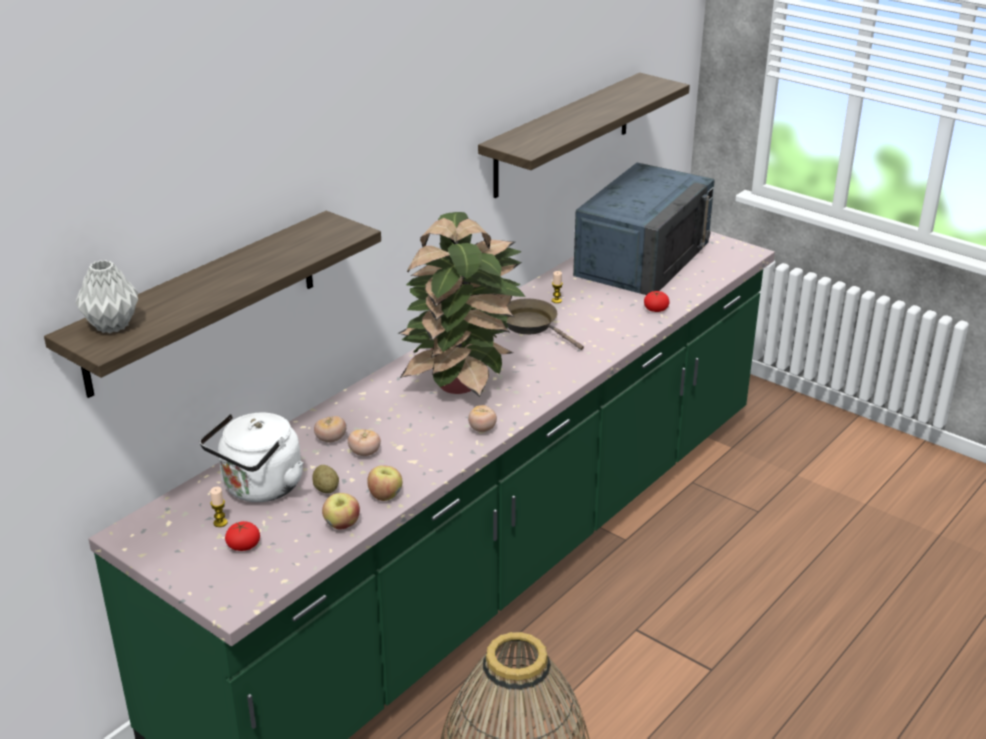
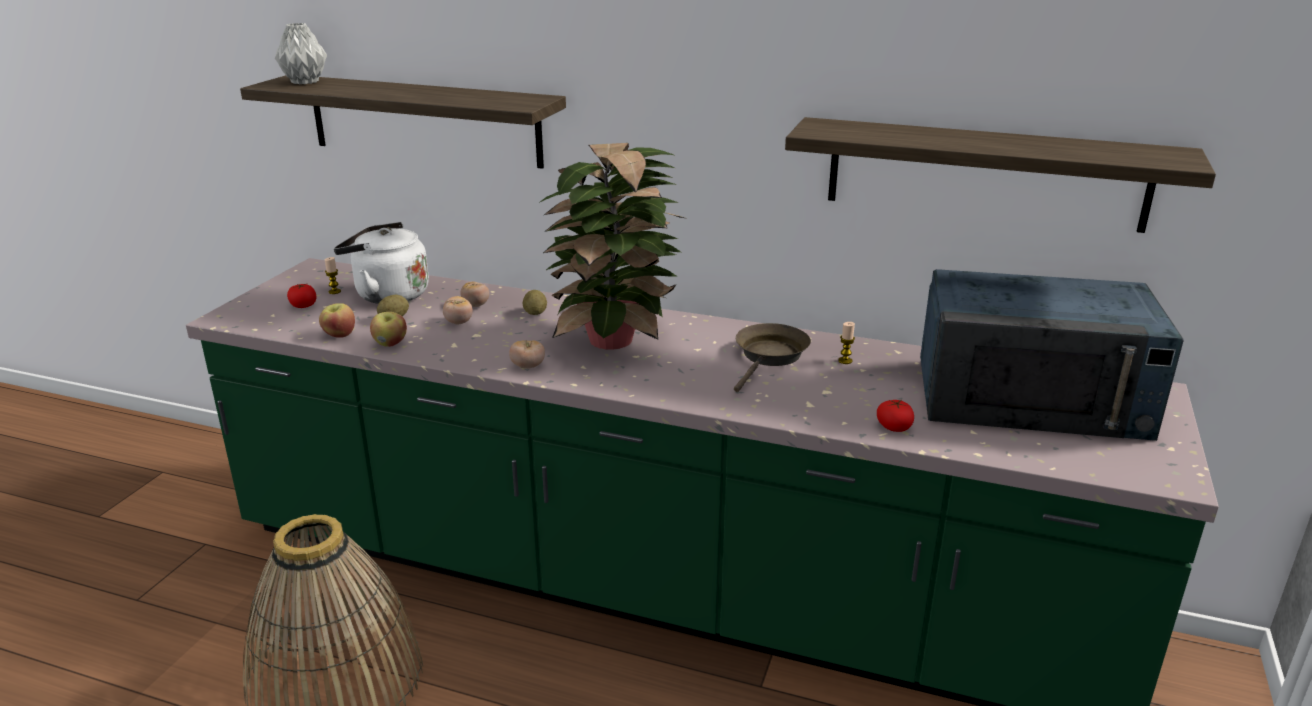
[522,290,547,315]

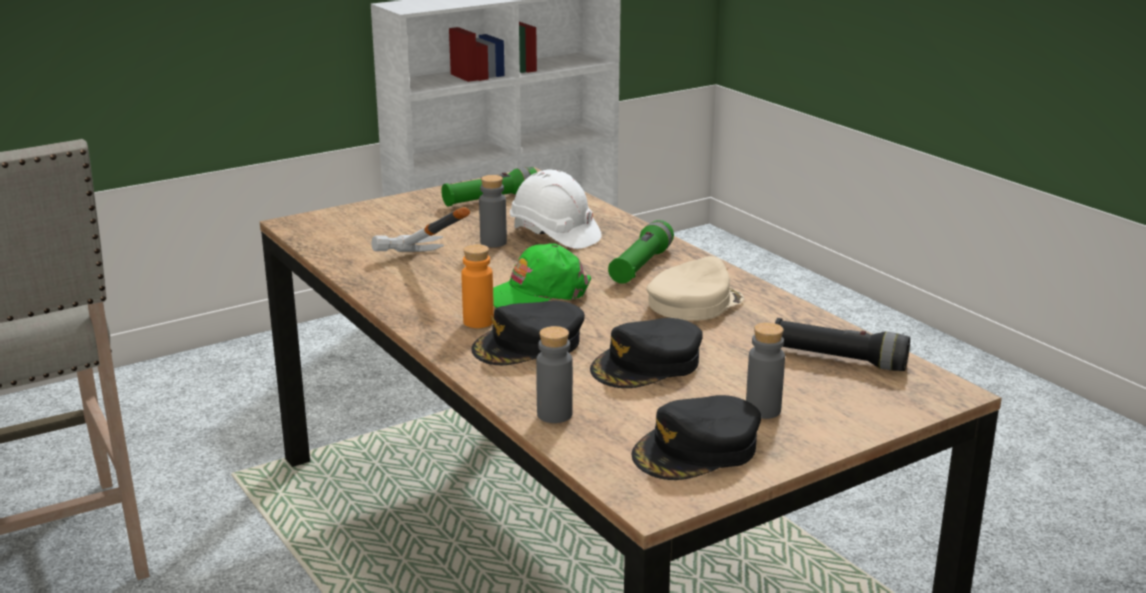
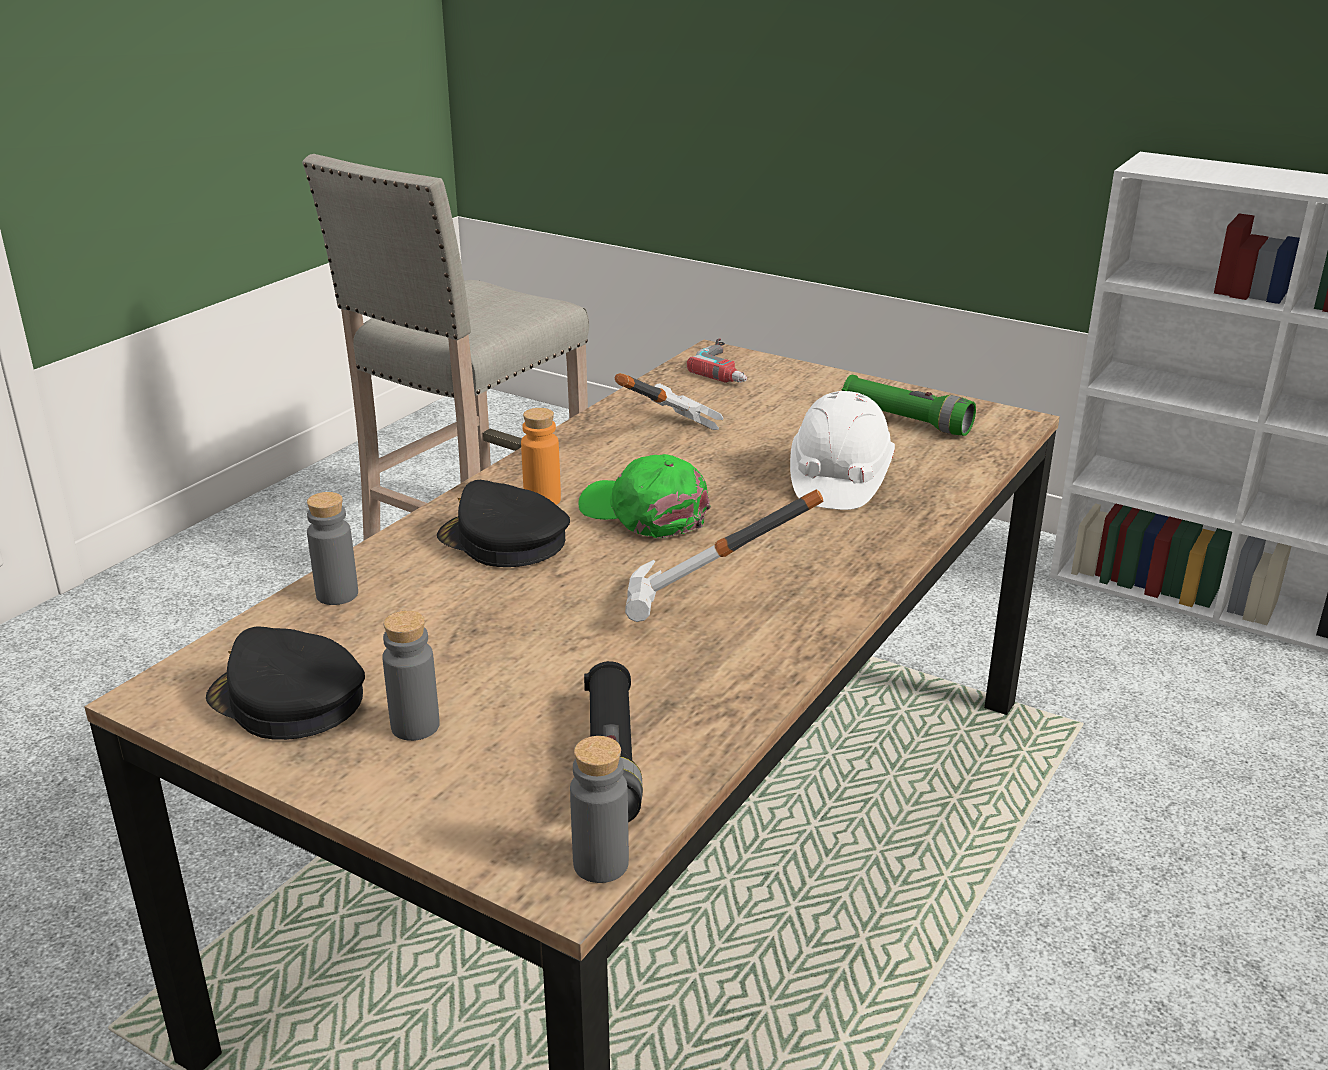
[570,736,629,883]
[625,489,823,622]
[687,339,747,383]
[590,318,703,388] (first image)
[608,220,674,284] (first image)

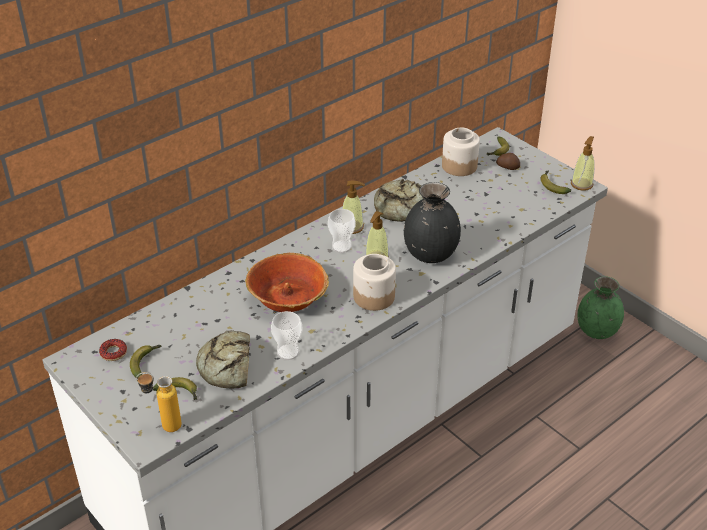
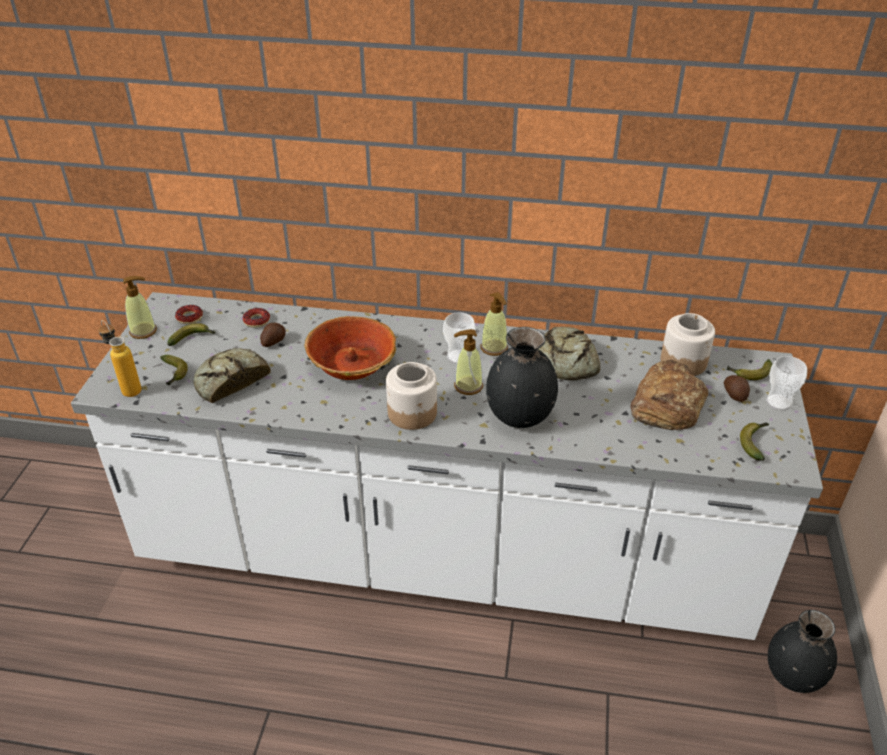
[123,276,157,339]
[243,308,270,328]
[260,323,286,347]
[630,360,708,430]
[766,356,807,410]
[768,610,837,693]

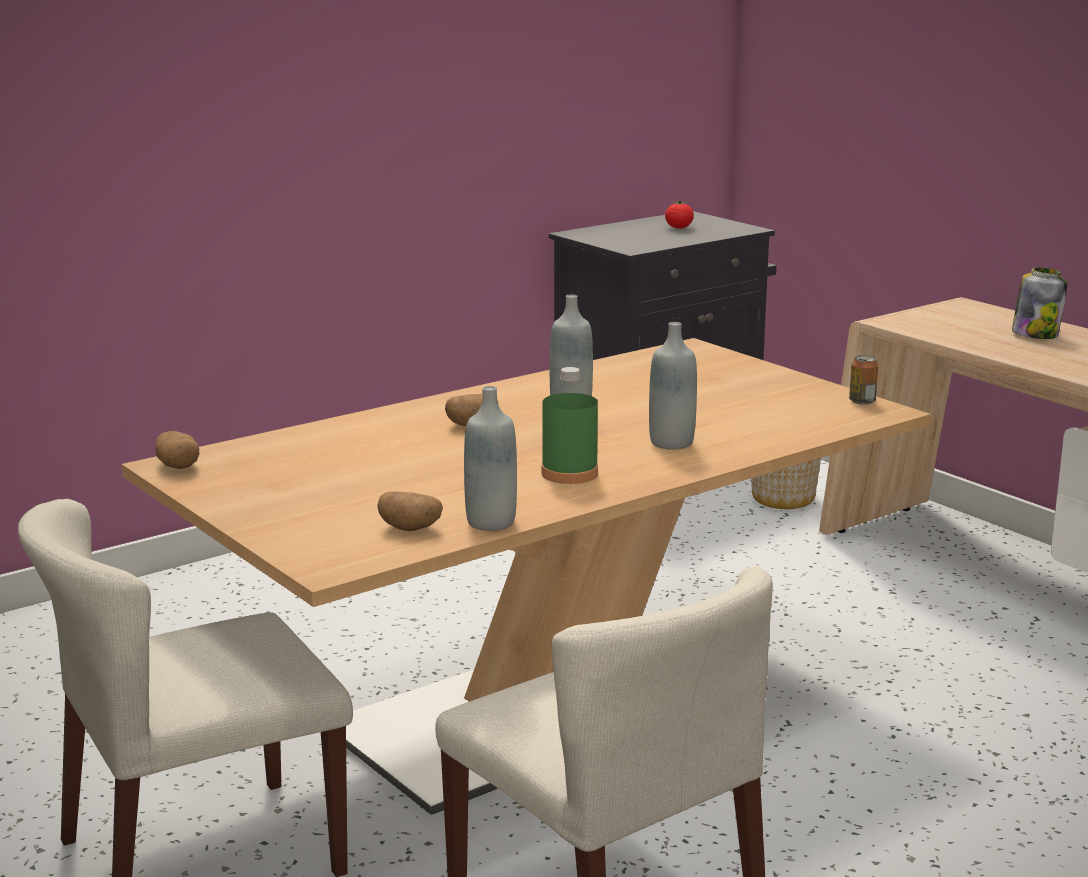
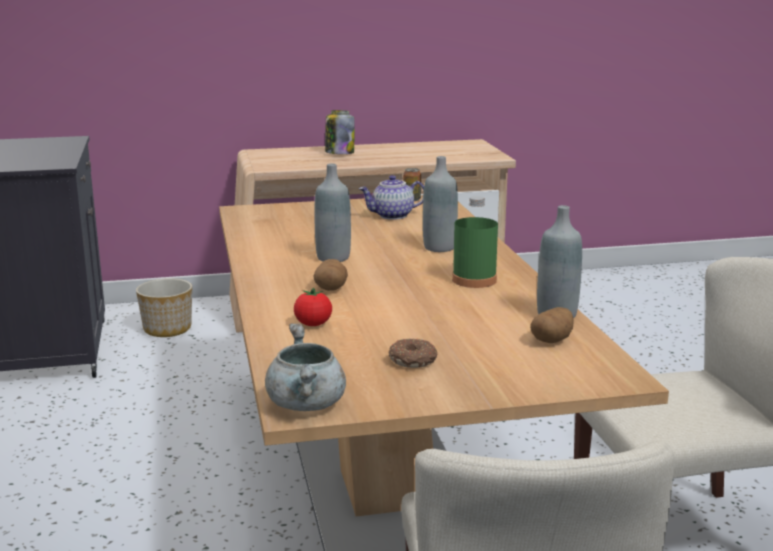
[265,323,346,411]
[294,287,332,326]
[359,175,424,220]
[389,338,437,368]

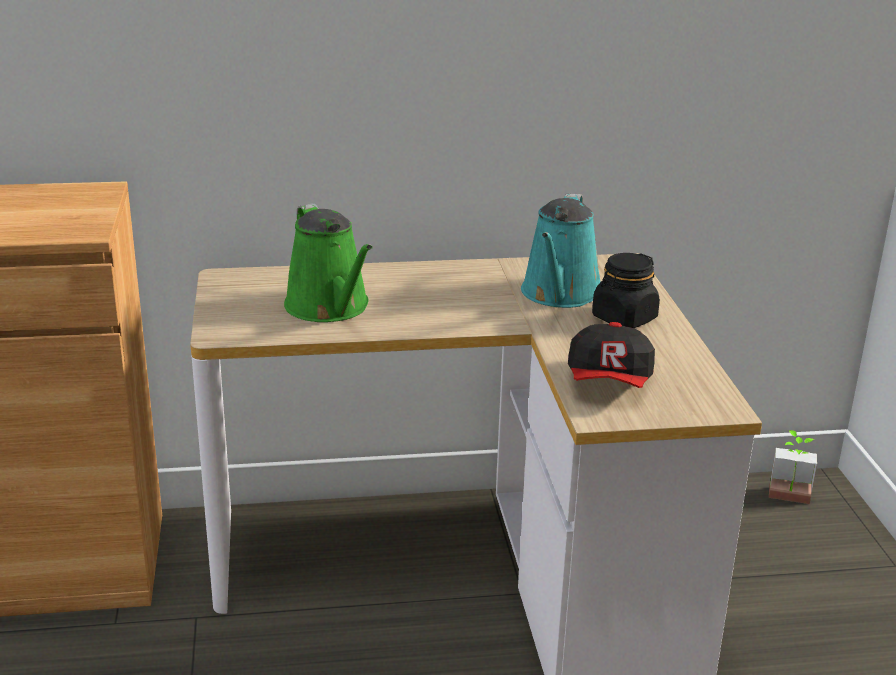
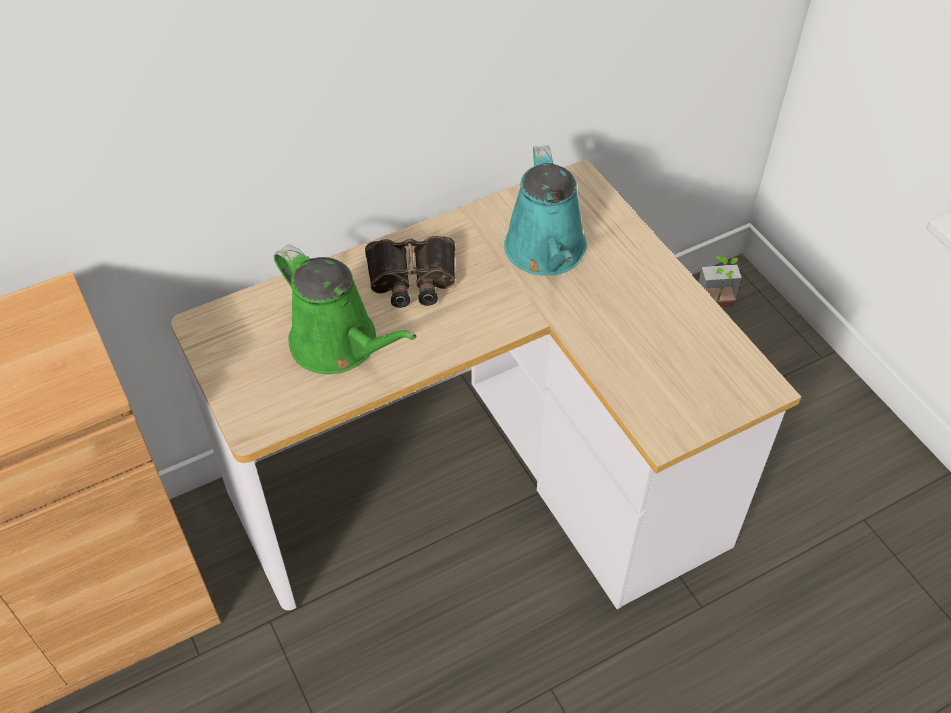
[365,236,455,308]
[568,322,655,388] (first image)
[592,253,660,328] (first image)

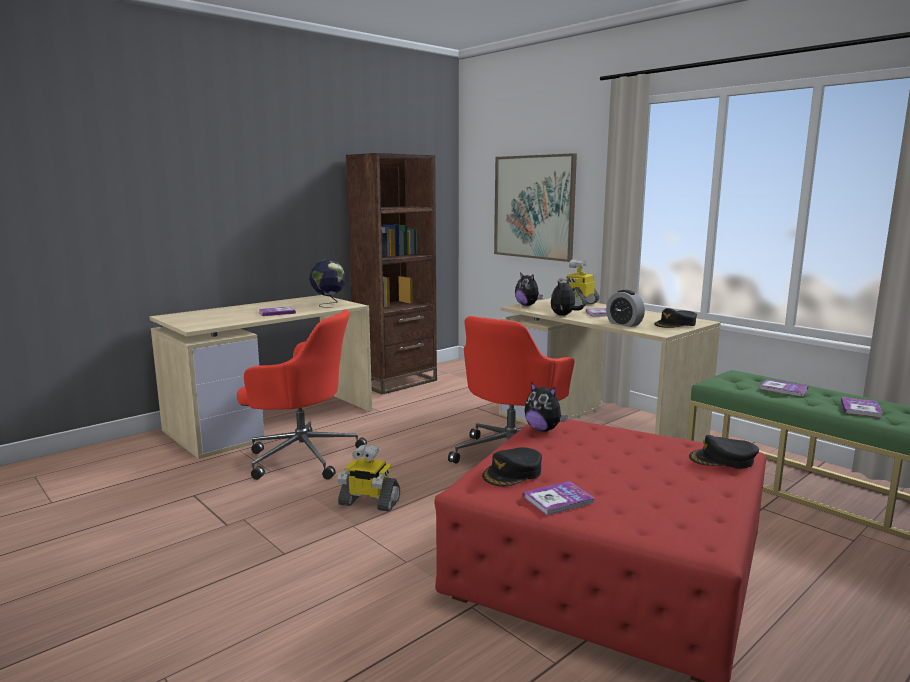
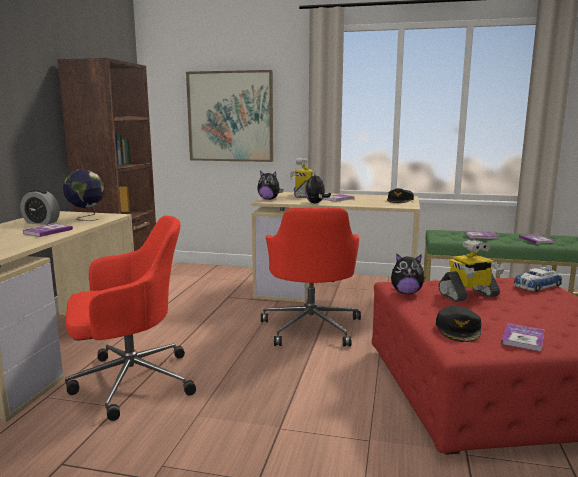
[20,189,60,225]
[438,239,504,302]
[514,267,562,292]

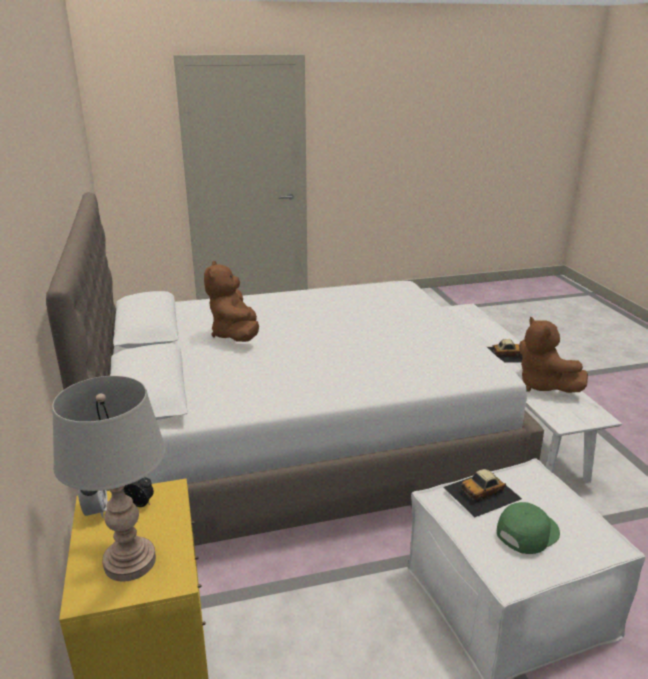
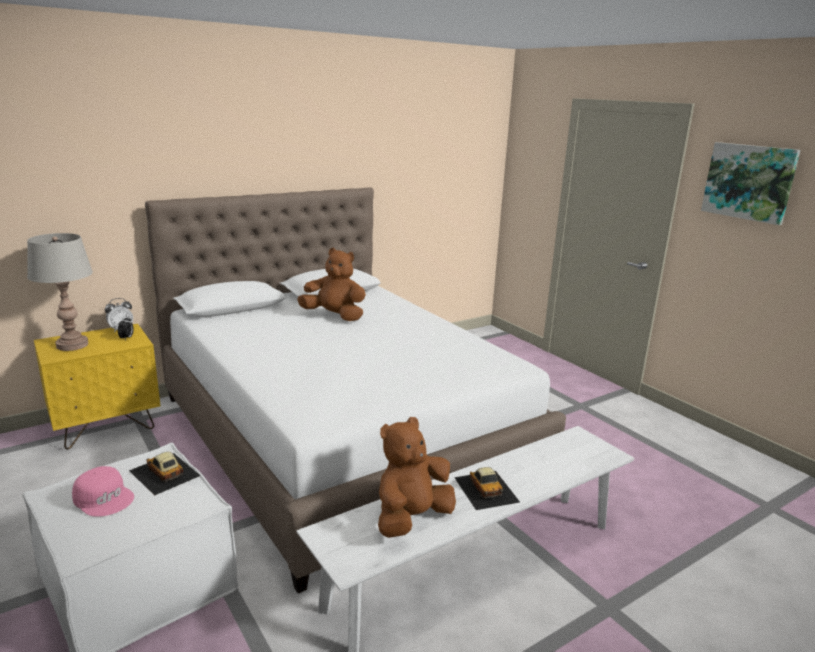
[72,466,134,517]
[297,248,366,321]
[701,142,801,225]

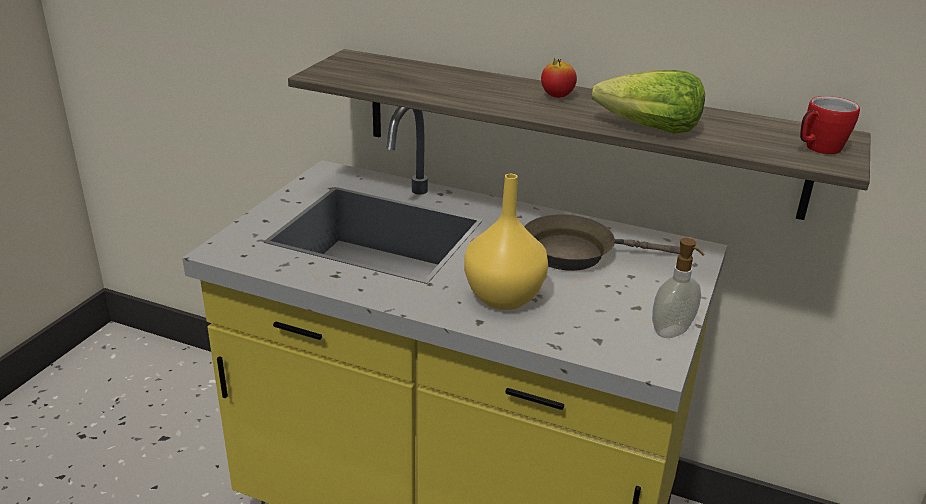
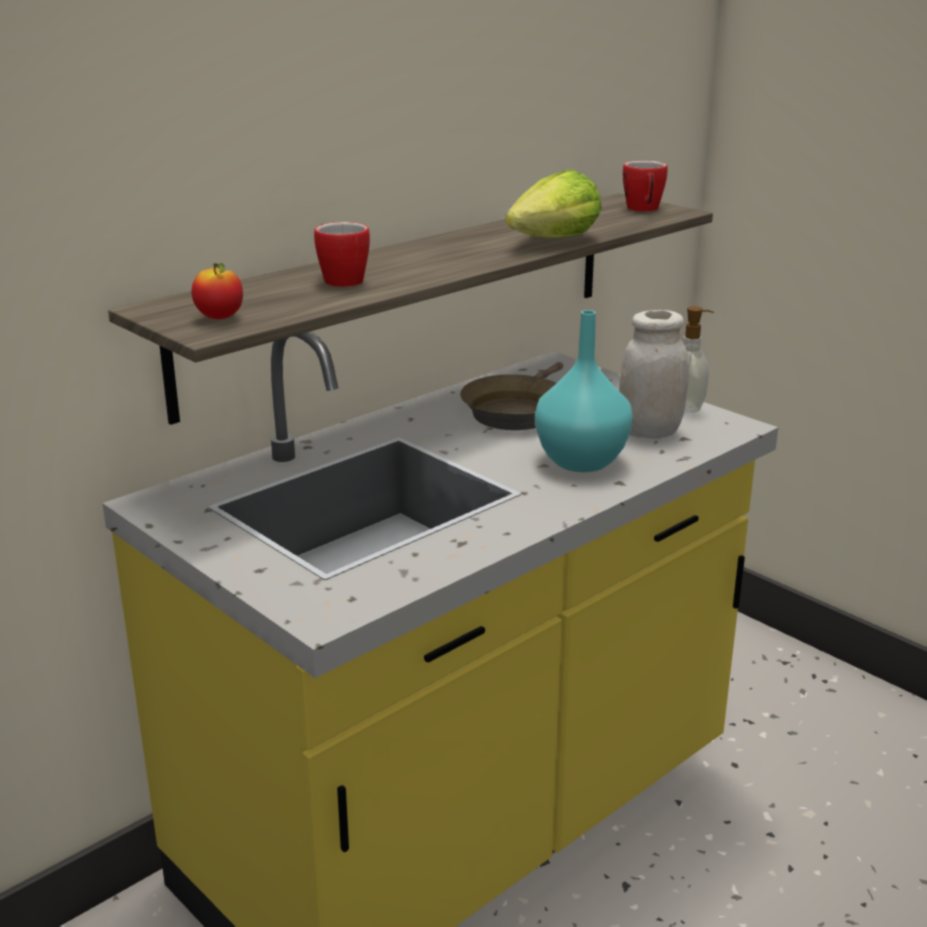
[192,263,243,319]
[314,222,370,287]
[535,310,633,472]
[619,310,689,439]

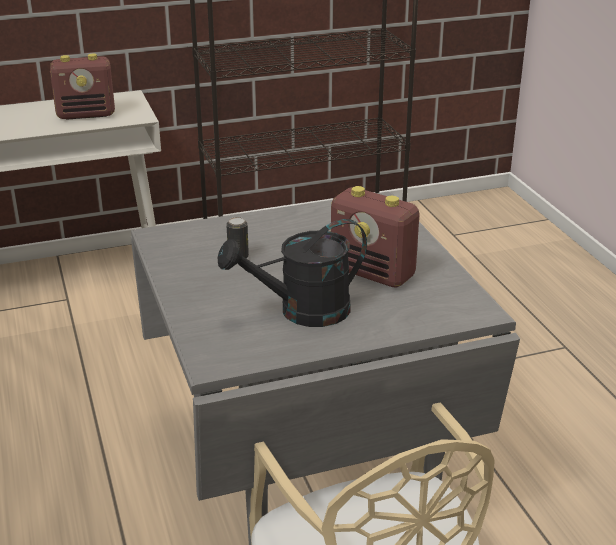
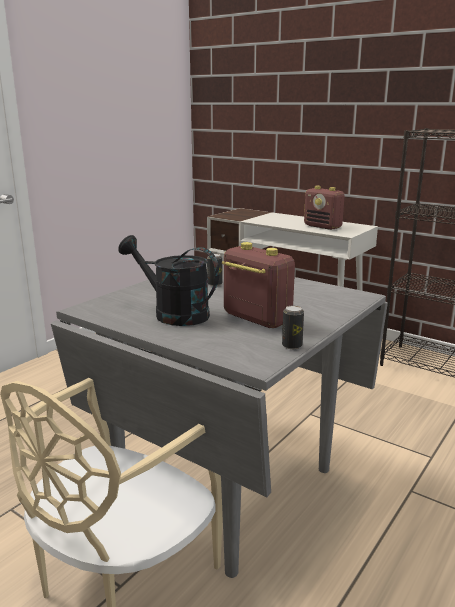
[222,242,295,328]
[282,305,304,349]

